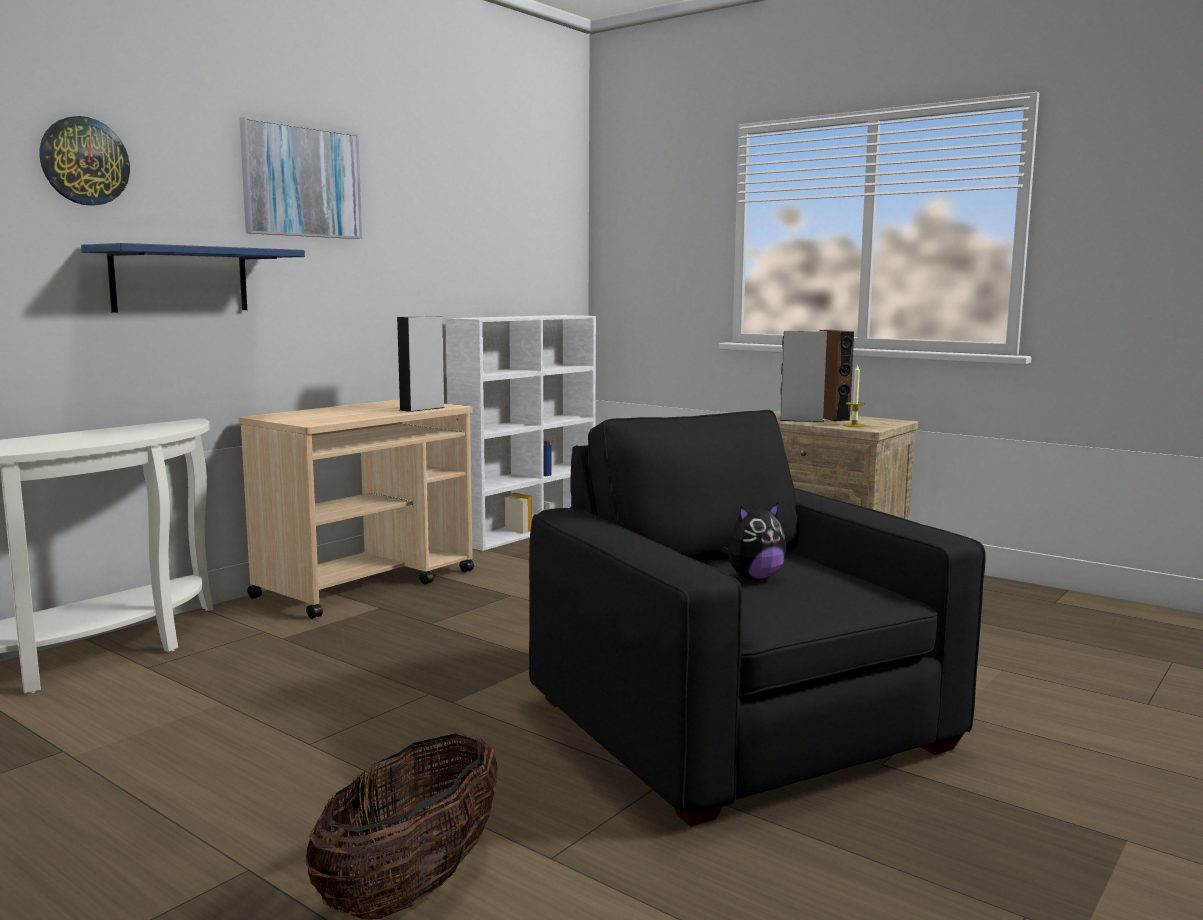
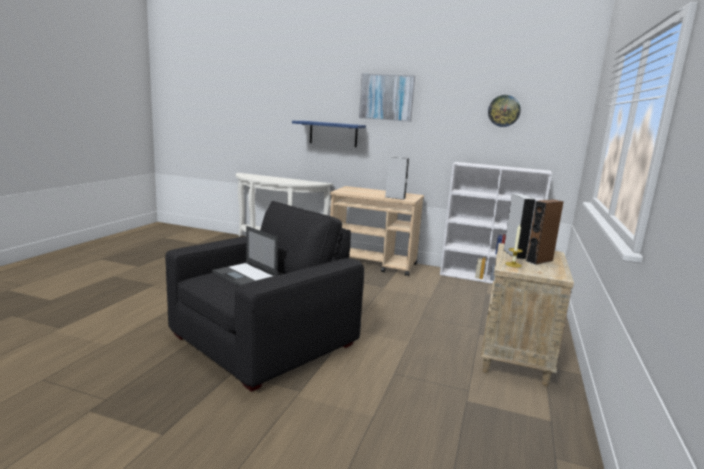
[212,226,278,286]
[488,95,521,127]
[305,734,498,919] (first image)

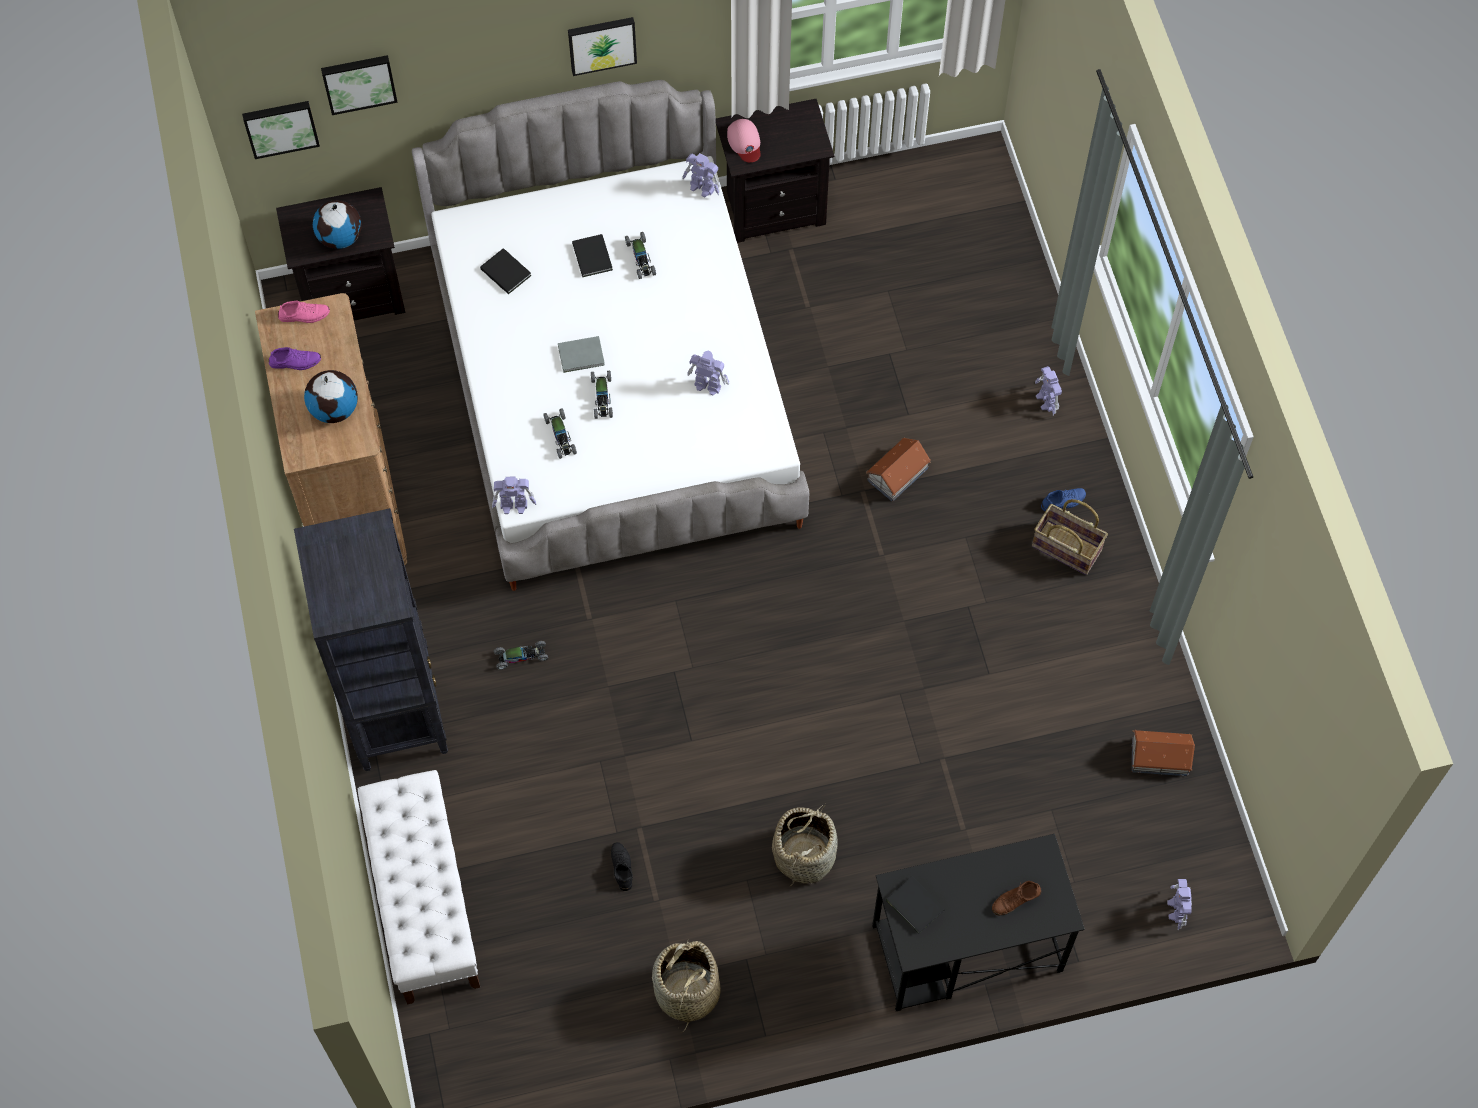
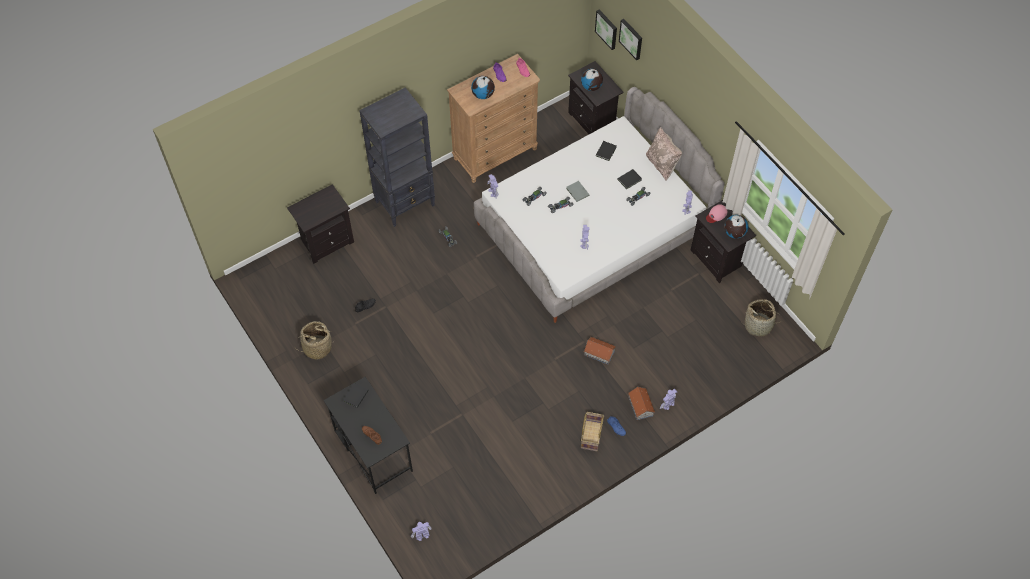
[287,184,354,264]
[628,387,655,420]
[646,127,682,181]
[724,215,748,239]
[741,299,782,337]
[568,17,637,76] (first image)

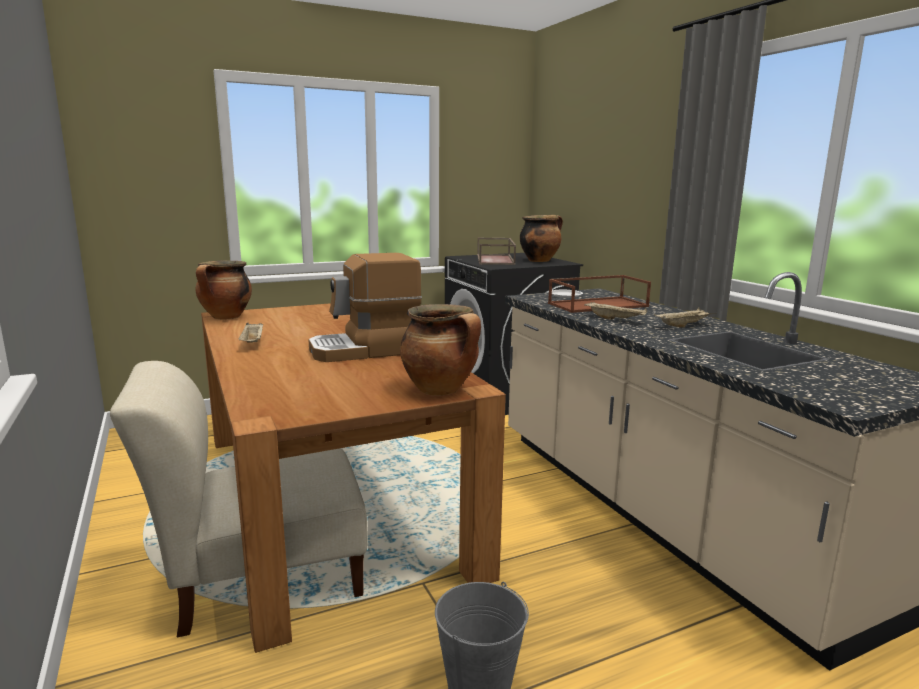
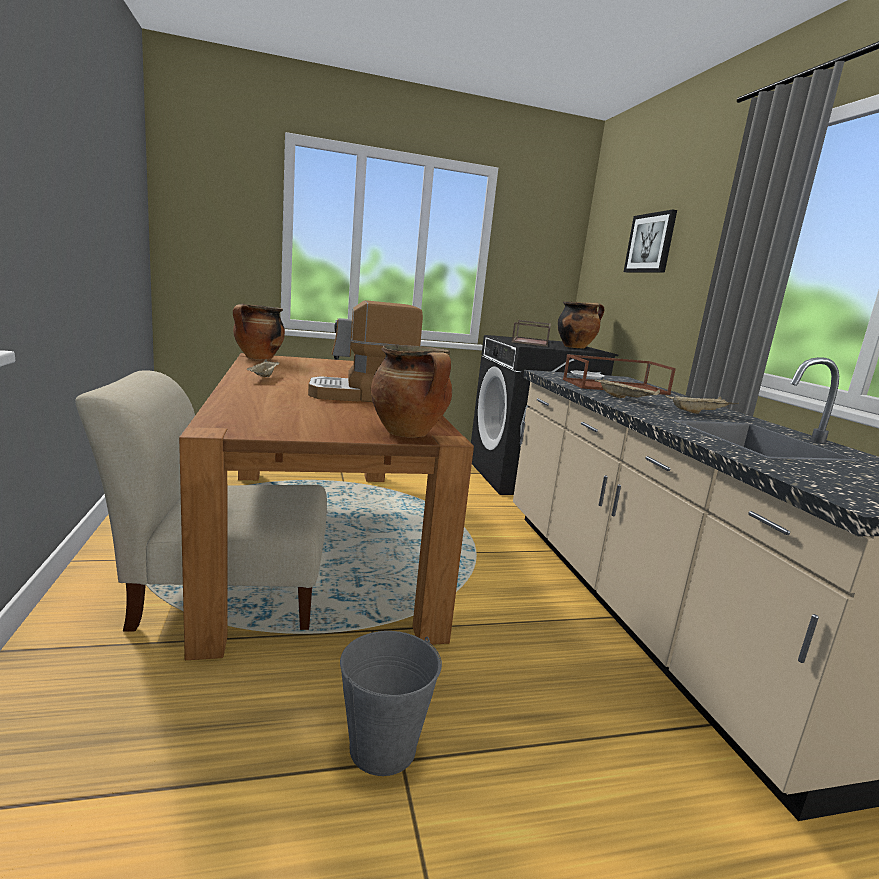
[624,210,677,273]

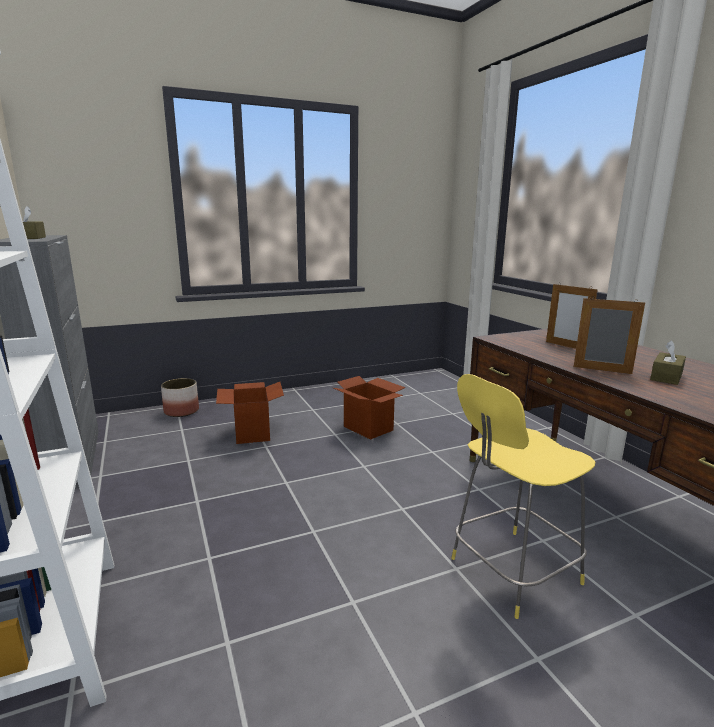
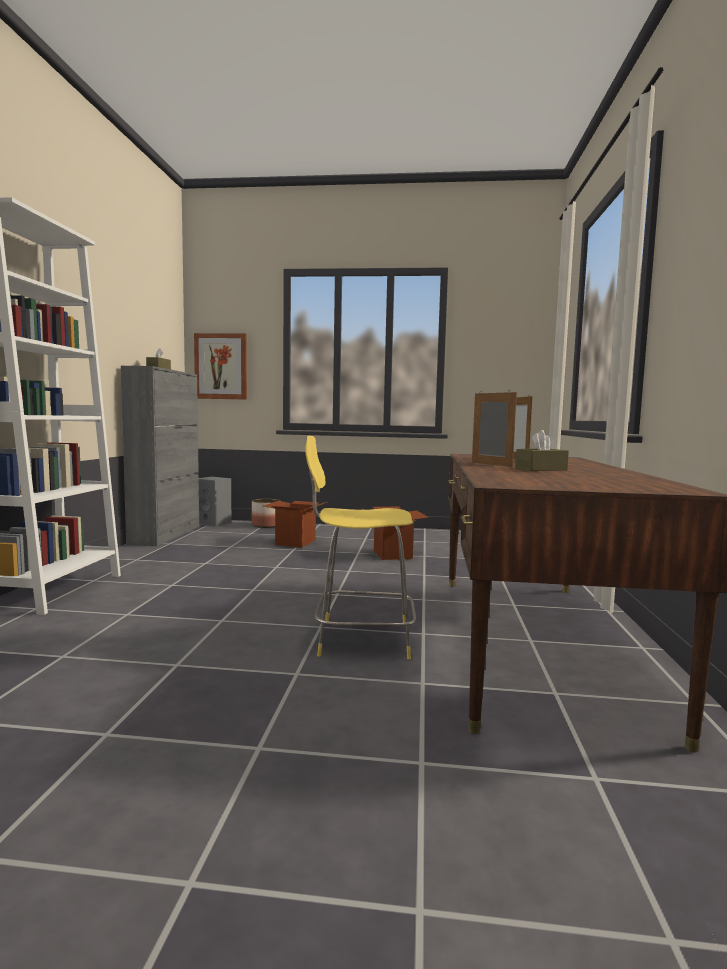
[194,333,247,400]
[199,477,231,527]

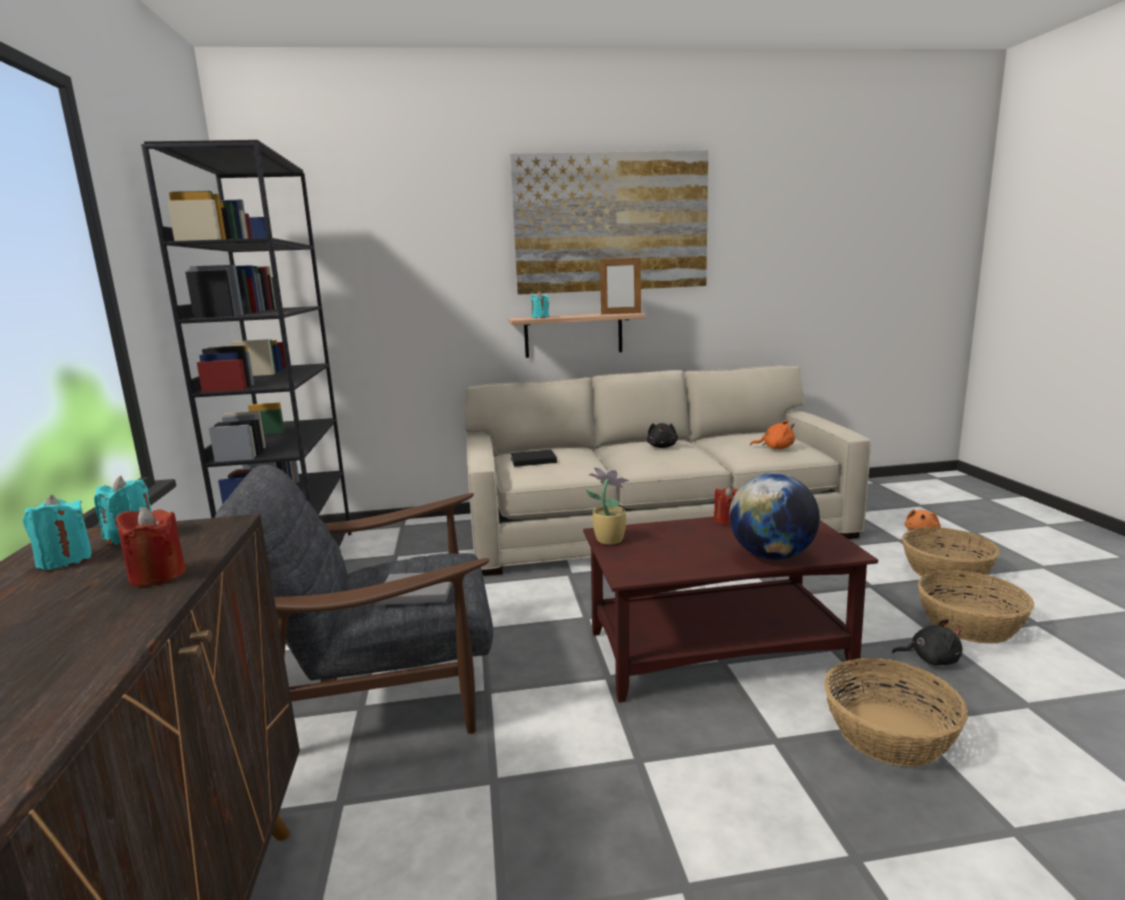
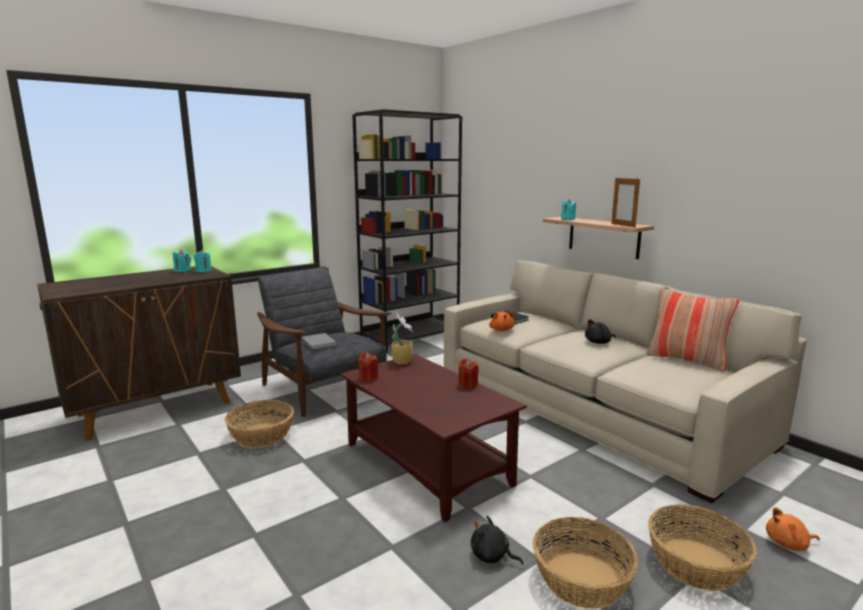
[225,400,294,448]
[358,353,379,382]
[471,516,523,565]
[489,311,514,331]
[646,289,739,371]
[510,150,708,295] (first image)
[729,473,820,560] (first image)

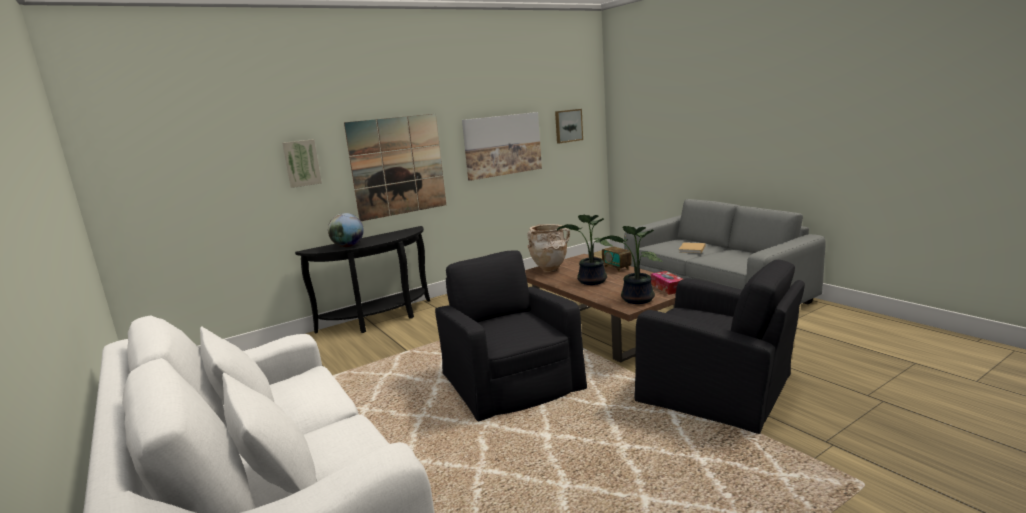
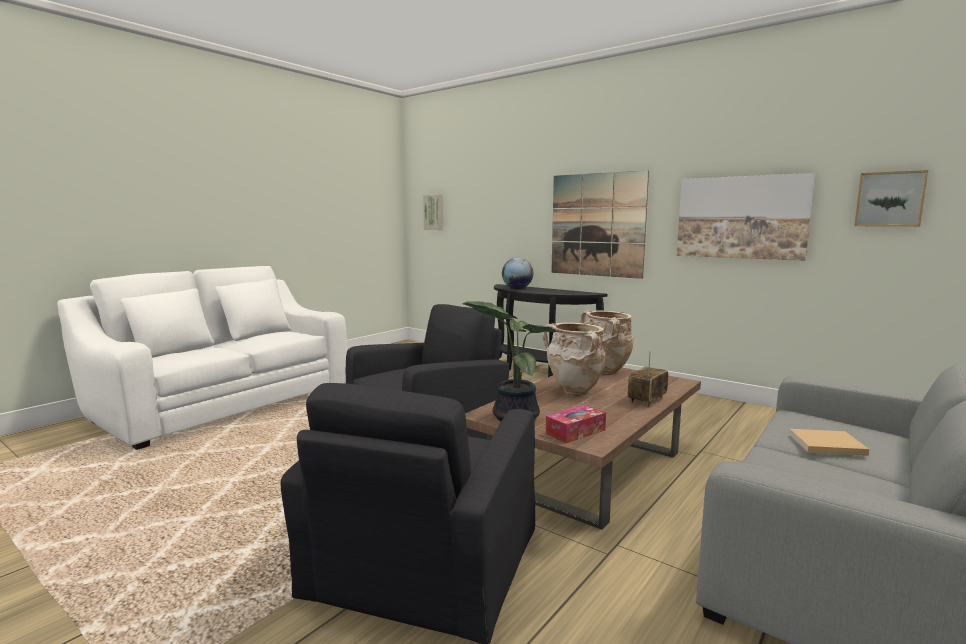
[423,194,443,230]
[542,322,605,396]

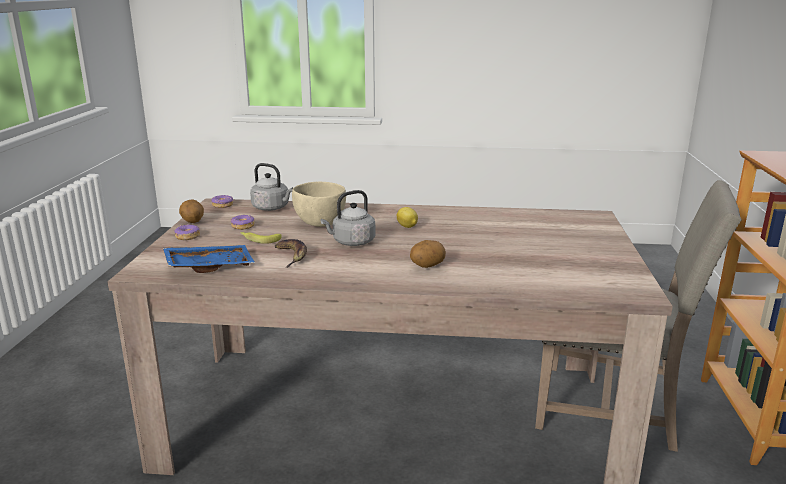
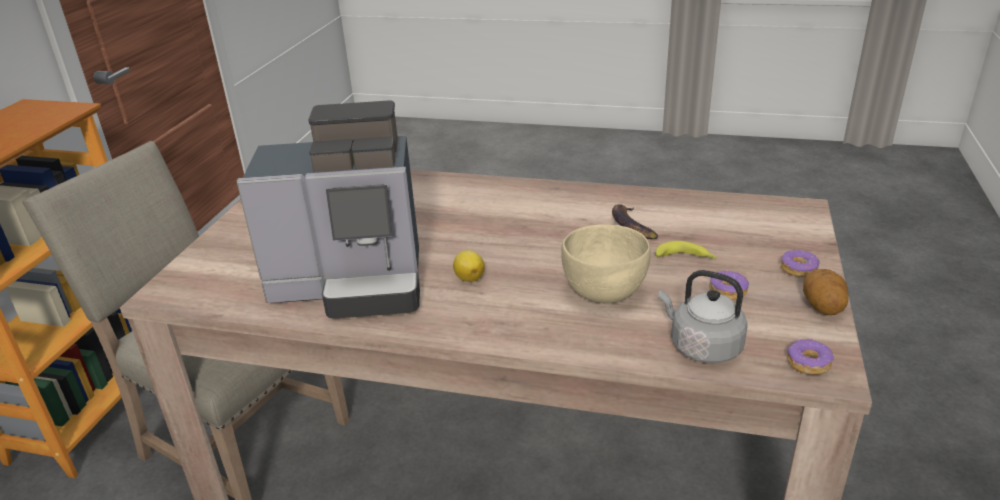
[236,100,420,319]
[163,245,255,273] (first image)
[321,190,375,246] (first image)
[410,240,446,268] (first image)

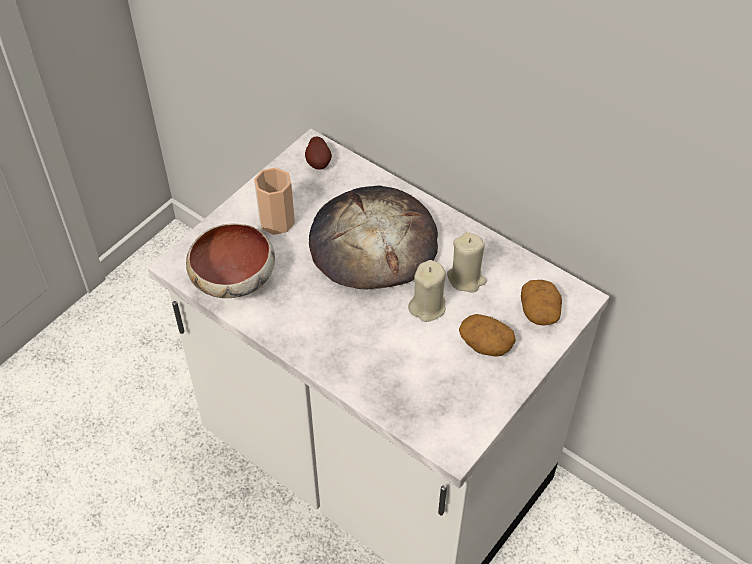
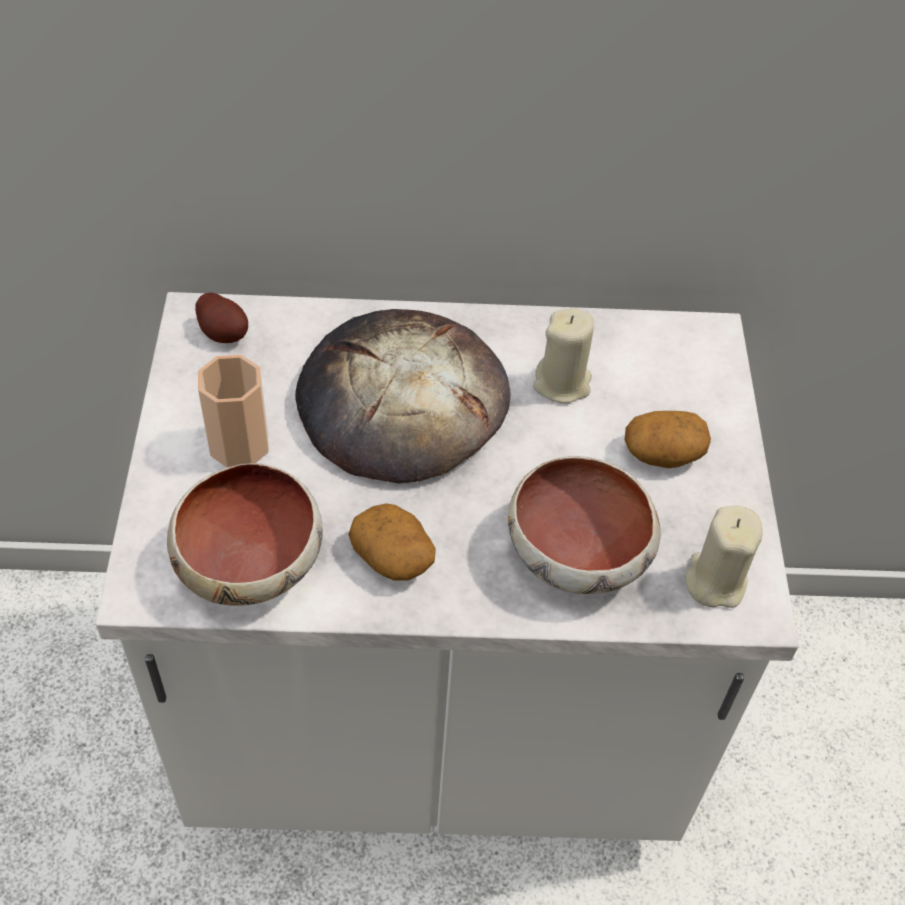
[348,503,435,581]
[508,456,661,594]
[685,506,763,608]

